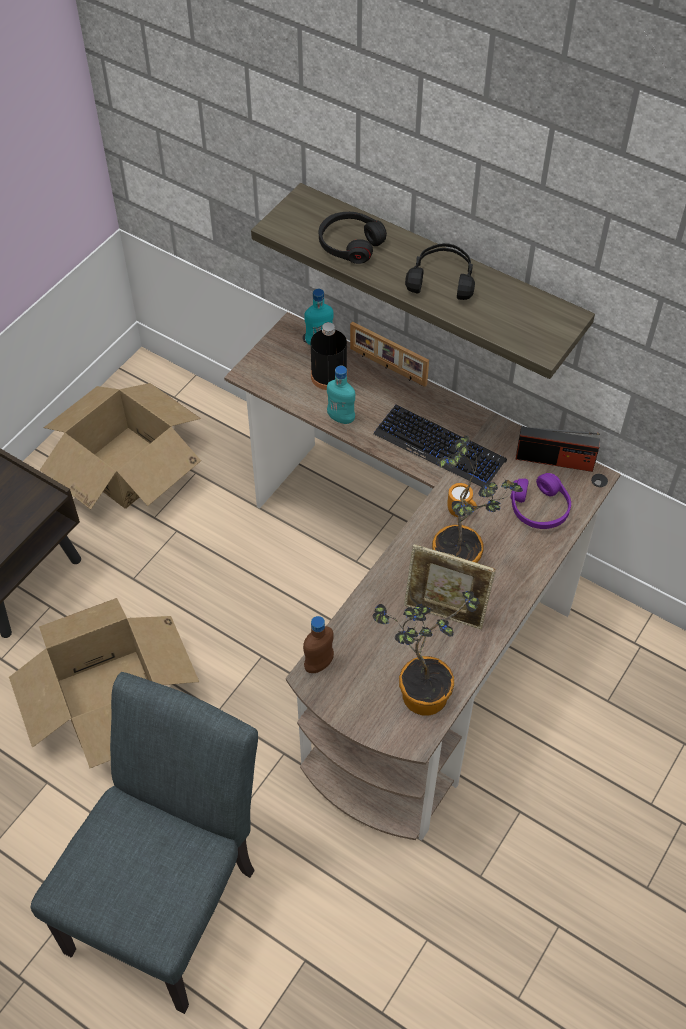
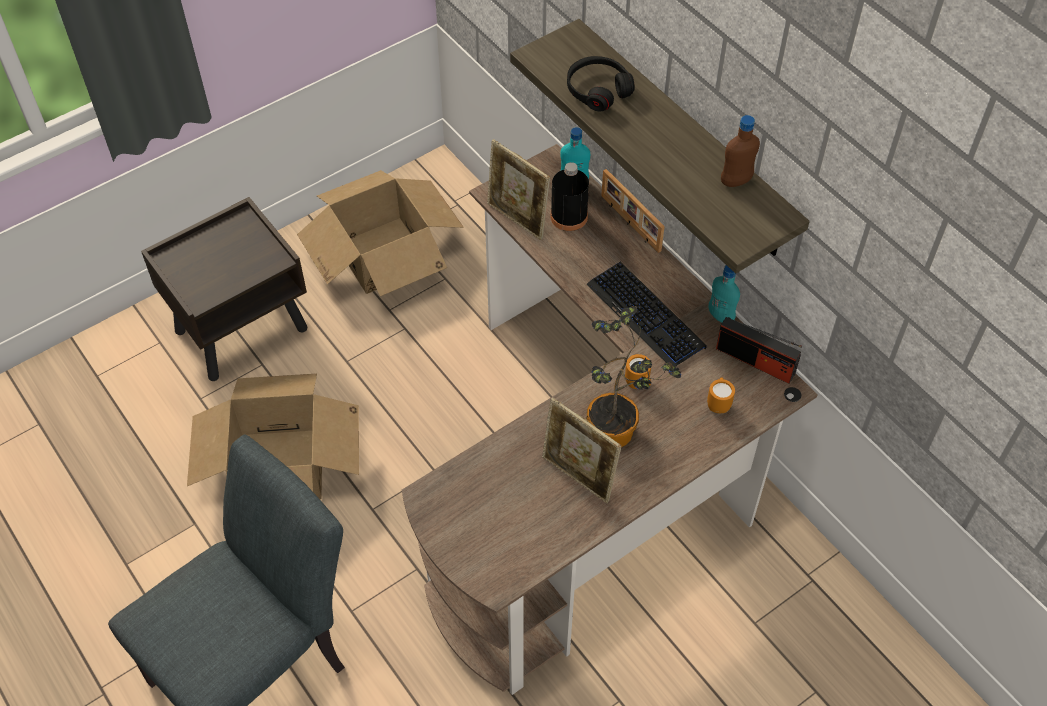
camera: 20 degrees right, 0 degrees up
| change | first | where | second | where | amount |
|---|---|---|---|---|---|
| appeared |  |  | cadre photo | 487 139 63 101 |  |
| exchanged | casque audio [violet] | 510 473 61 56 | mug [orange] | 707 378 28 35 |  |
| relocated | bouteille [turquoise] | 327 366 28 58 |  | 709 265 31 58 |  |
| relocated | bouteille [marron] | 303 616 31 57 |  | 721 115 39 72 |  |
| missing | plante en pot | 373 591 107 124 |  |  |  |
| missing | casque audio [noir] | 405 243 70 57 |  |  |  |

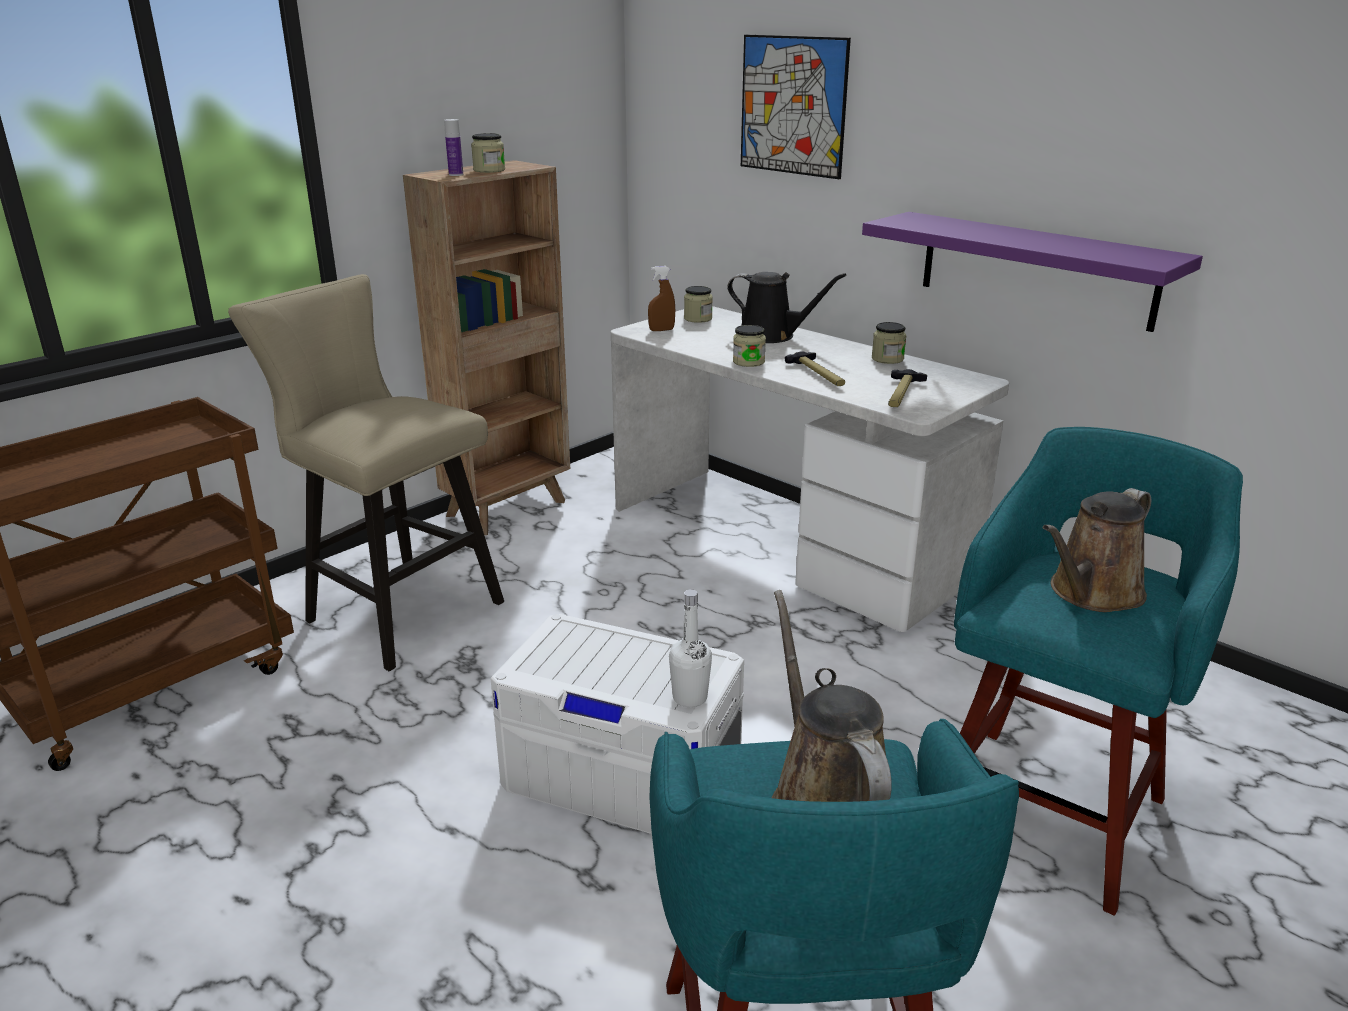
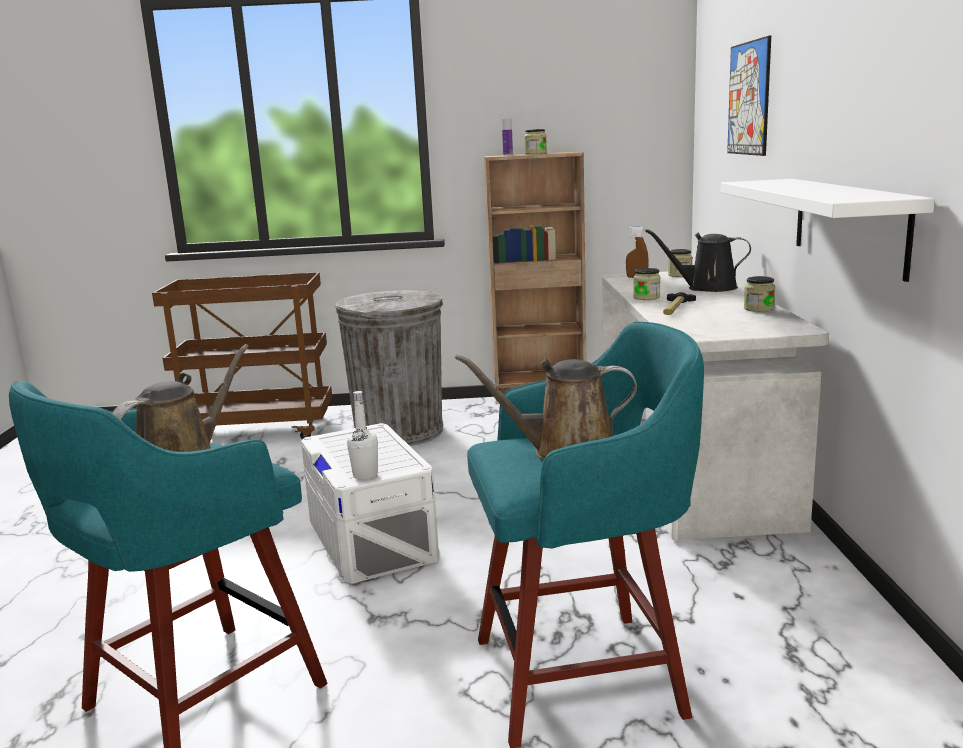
camera: 45 degrees right, 10 degrees down
| change | first | where | second | where | amount |
|---|---|---|---|---|---|
| exchanged | tabouret [beige] | 228 274 276 397 | poubelle [gris] | 335 290 108 156 |  |
| spun | arrosoir [noir] | 727 272 119 71 |  | 645 229 106 63 | 120 degrees clockwise |
| colour | étagère [violet] | 862 212 341 120 | étagère [blanc] | 720 179 215 103 |  |
| missing | marteau | 888 369 39 38 |  |  |  |

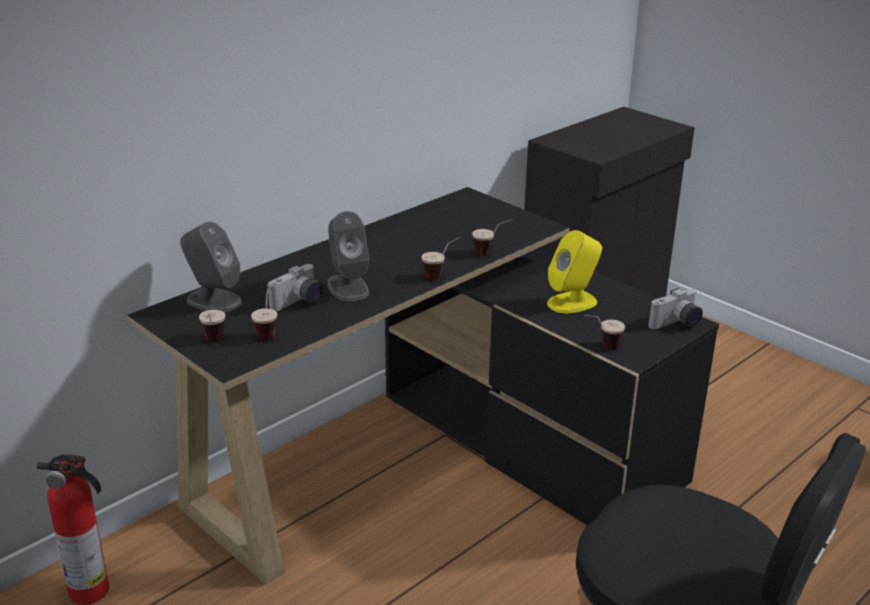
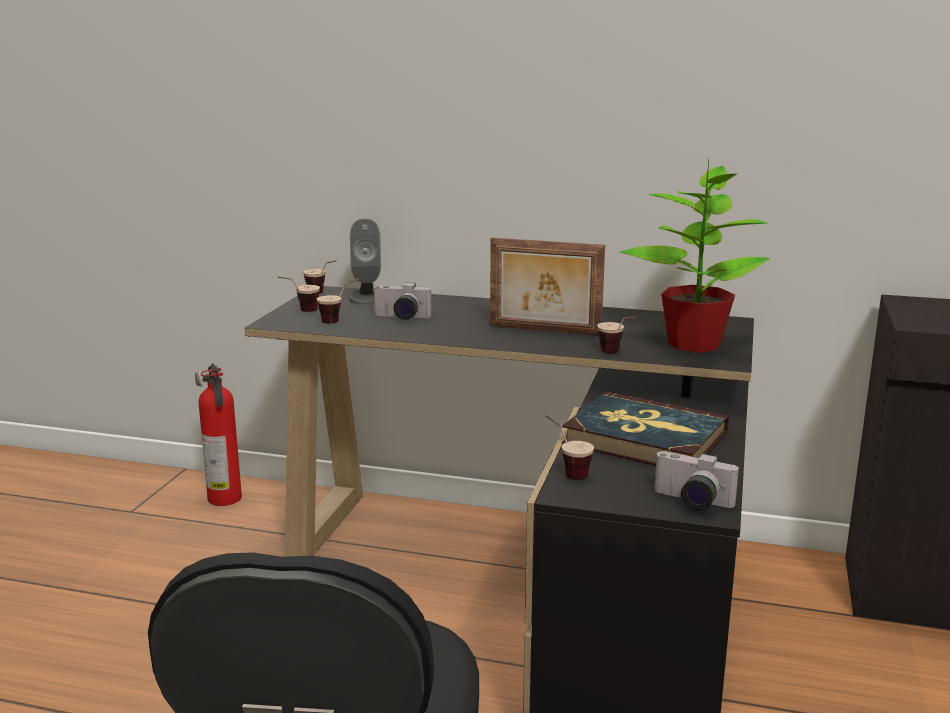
camera: 60 degrees right, 10 degrees down
| change | first | where | second | where | amount |
|---|---|---|---|---|---|
| relocated | tasse | 422 237 39 43 |  | 303 260 34 34 |  |
| appeared |  |  | cadre photo | 490 238 115 98 |  |
| exchanged | enceinte [jaune] | 547 230 55 84 | livre | 562 392 167 74 |  |
| appeared |  |  | plante en pot | 620 158 150 195 |  |
| missing | enceinte [gris] | 327 211 42 90 |  |  |  |

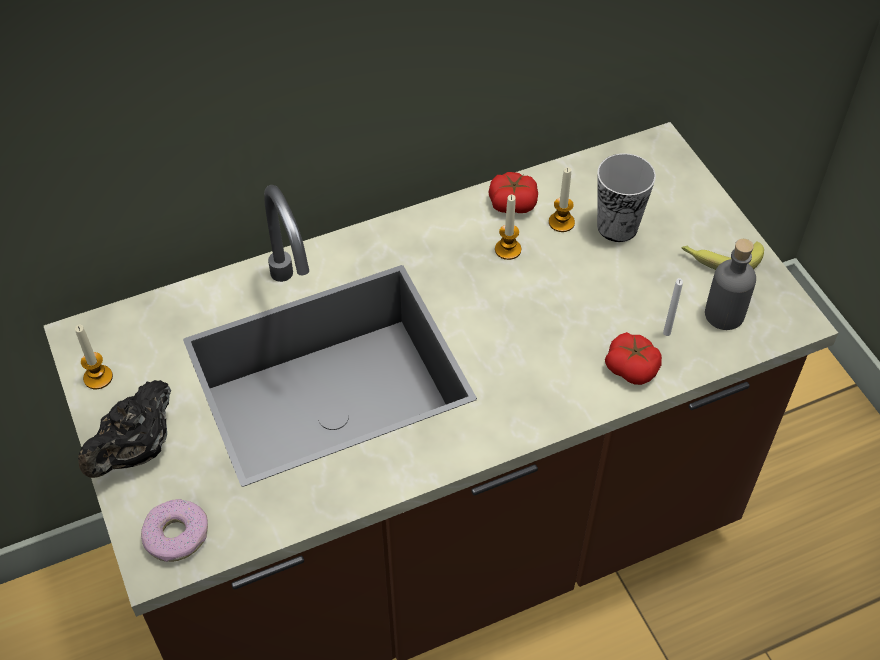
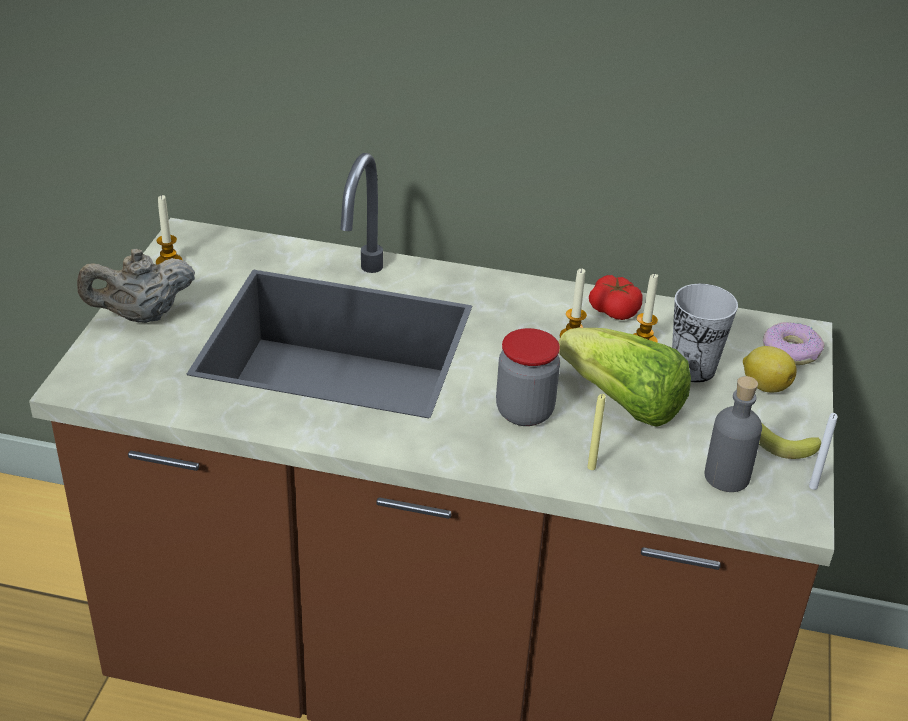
camera: 35 degrees right, 15 degrees down
| change | first | where | second | where | amount |
|---|---|---|---|---|---|
| colour | théière [noir] | 78 380 93 98 | théière [beige] | 77 249 118 74 |  |
| appeared |  |  | bocal | 496 328 64 98 |  |
| appeared |  |  | laitue | 558 328 133 99 |  |
| exchanged | tomate | 605 332 57 53 | bougie [jaune] | 587 394 19 76 |  |
| appeared |  |  | citron | 743 346 54 46 |  |
| relocated | beignet | 141 499 67 63 |  | 763 322 61 43 |  |
| relocated | bougie [blanc] | 663 278 20 58 |  | 809 413 29 77 |  |

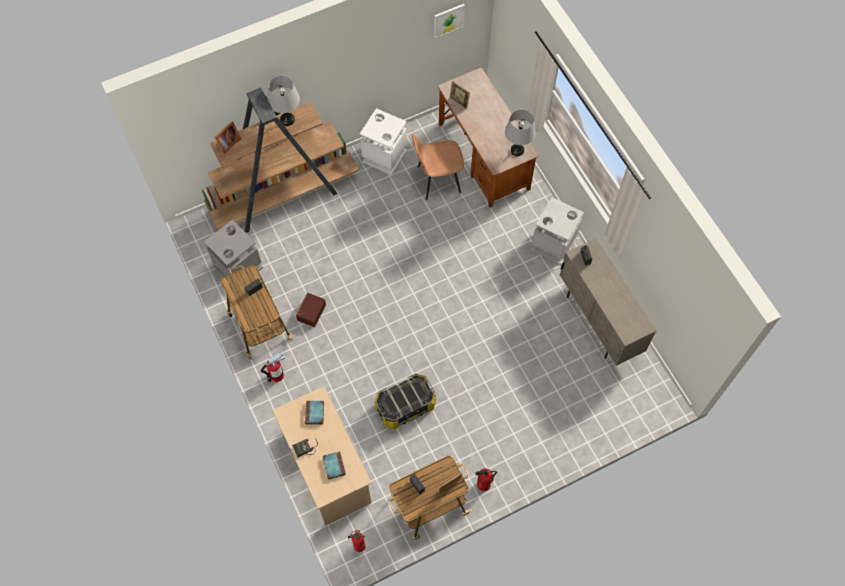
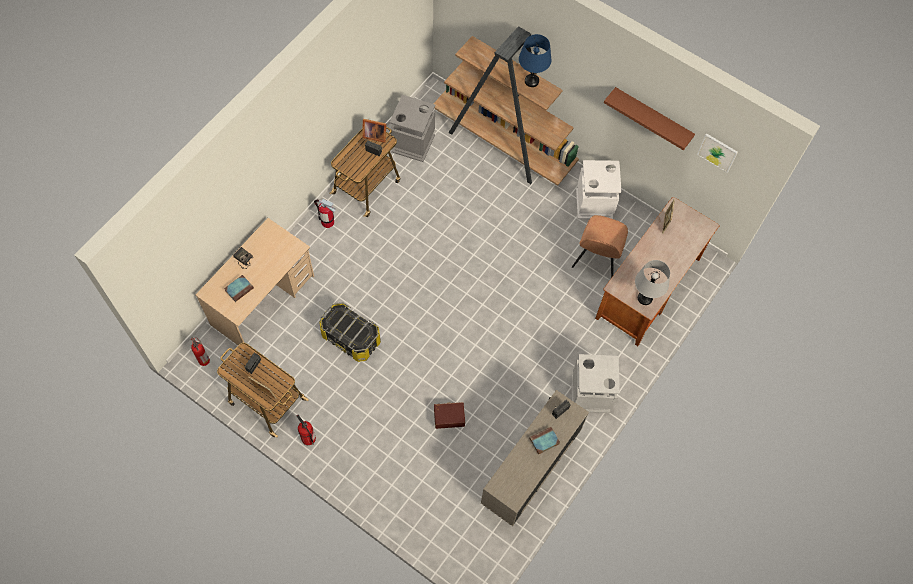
camera: 60 degrees right, 0 degrees up
| change | first | where | second | where | amount |
|---|---|---|---|---|---|
| relocated | cadre photo | 215 121 26 33 |  | 362 119 24 24 |  |
| relocated | boîte de rangement [marron] | 296 293 30 34 |  | 434 402 31 27 |  |
| colour | lampe de table [gris] | 268 76 32 50 | lampe de table [bleu] | 519 34 32 53 |  |
| relocated | livre | 305 401 19 24 |  | 529 427 31 28 |  |
| spun | chaise [marron] | 412 134 52 66 |  | 572 215 56 63 | 120 degrees counterclockwise |
| appeared |  |  | étagère [marron] | 604 87 91 63 |  |

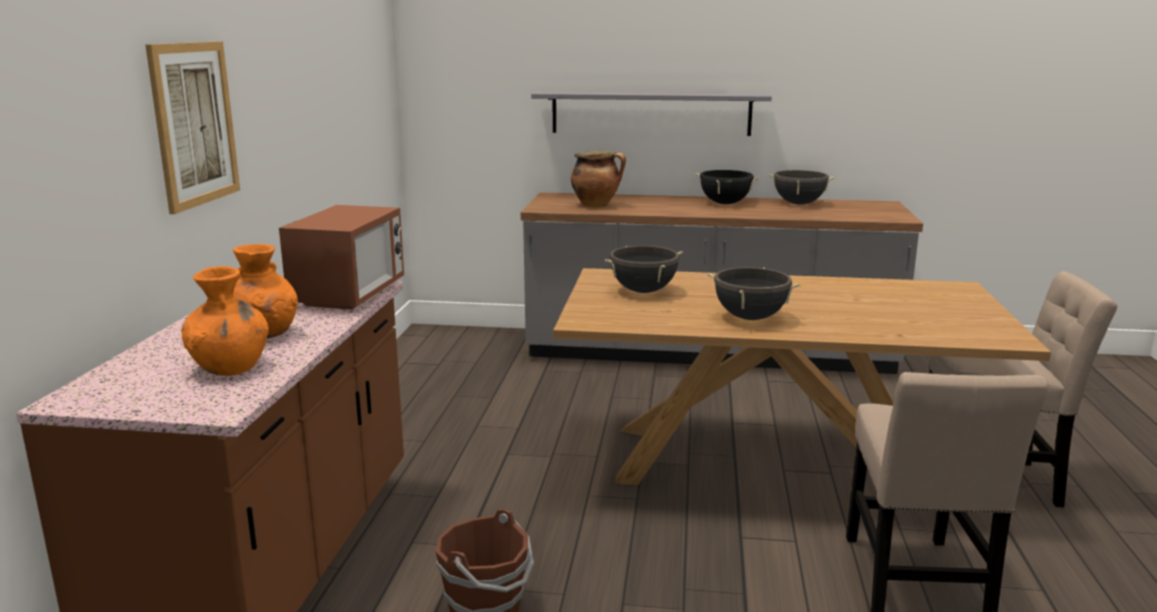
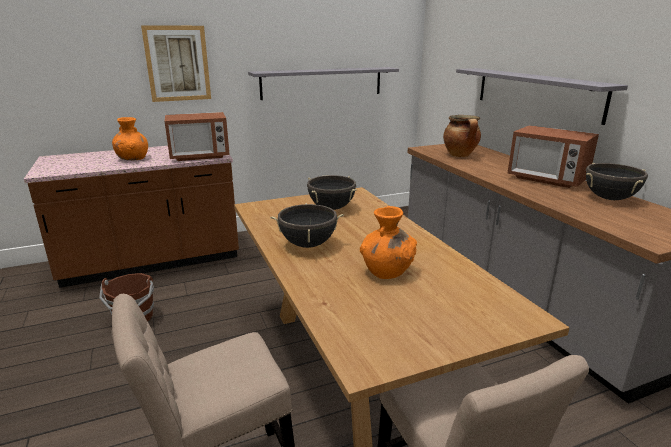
camera: 60 degrees right, 5 degrees up
| change | first | where | second | where | amount |
|---|---|---|---|---|---|
| appeared |  |  | étagère [gris] | 248 67 151 33 |  |
| relocated | vase [orange] | 181 266 88 110 |  | 360 206 57 73 |  |
| exchanged | marmite [noir] | 695 170 64 34 | micro-ondes | 507 125 92 63 |  |

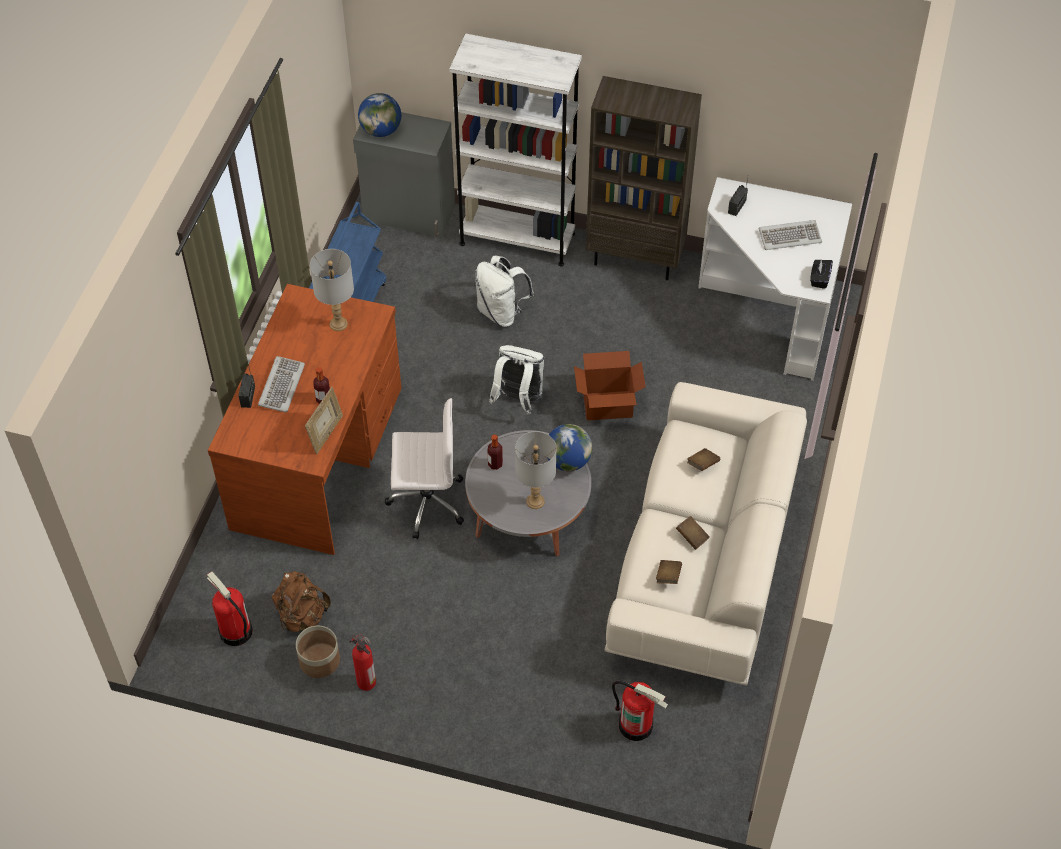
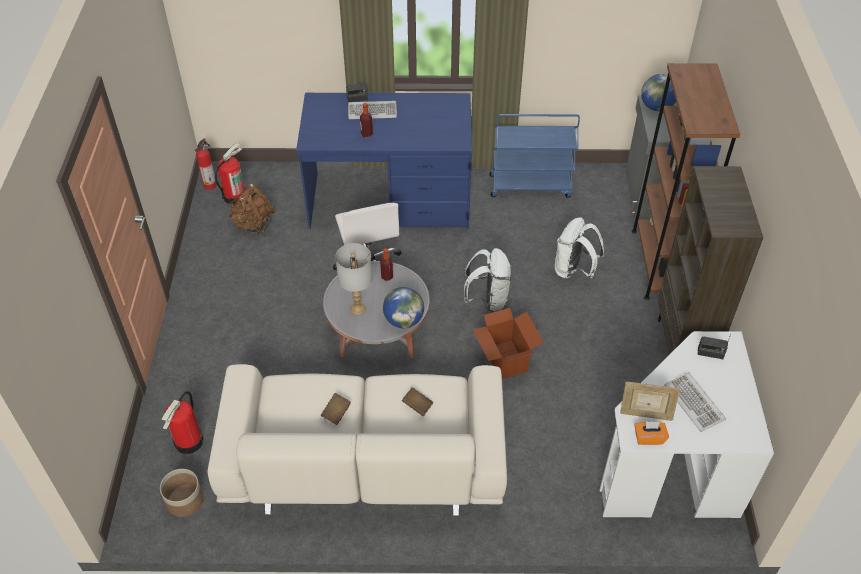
camera: 75 degrees right, 5 degrees down
| change | first | where | second | where | amount |
|---|---|---|---|---|---|
| relocated | cache-pot | 296 626 44 52 |  | 160 469 44 48 |  |
| relocated | extincteur | 350 635 26 56 |  | 195 138 22 52 |  |
| colour | bureau [marron] | 208 284 193 271 | bureau [bleu] | 296 93 176 136 |  |
| relocated | cadre photo | 305 387 38 67 |  | 620 381 60 40 |  |
| colour | bibliothèque [blanc] | 449 33 133 234 | bibliothèque [marron] | 632 63 108 237 |  |
| colour | boîte à mouchoirs [noir] | 810 260 23 29 | boîte à mouchoirs [orange] | 634 421 35 24 |  |
| missing | lampe de table [gris] | 310 249 44 82 |  |  |  |
| missing | livre [marron] | 656 560 26 24 |  |  |  |

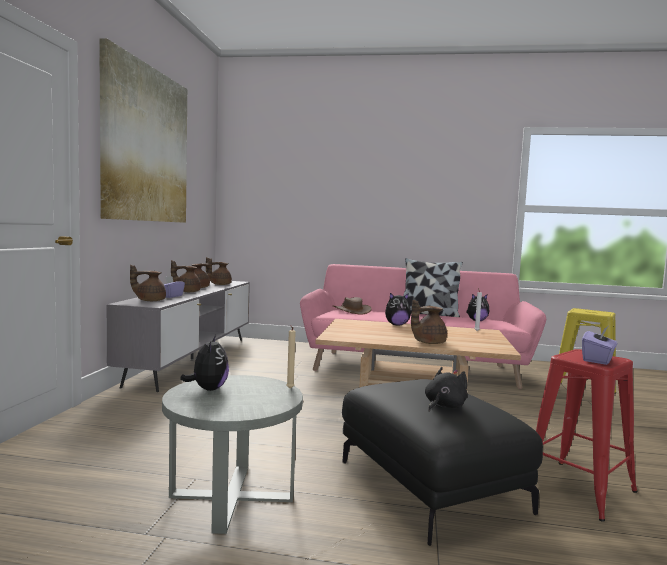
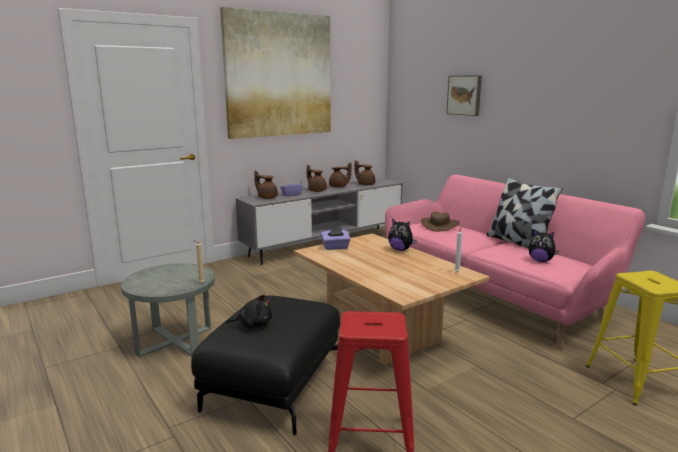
camera: 45 degrees right, 10 degrees up
| change | first | where | second | where | amount |
|---|---|---|---|---|---|
| relocated | boîte à mouchoirs [violet] | 582 327 36 38 |  | 321 228 30 22 |  |
| appeared |  |  | tableau | 446 75 36 41 |  |
| missing | peluche | 180 335 49 56 |  |  |  |
| missing | théière [marron] | 411 300 36 44 |  |  |  |

